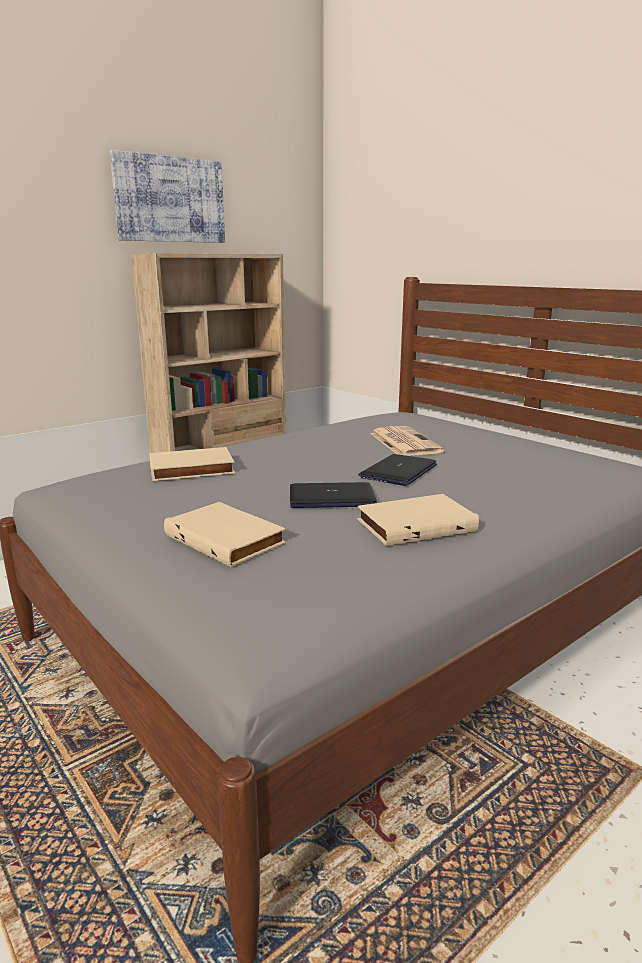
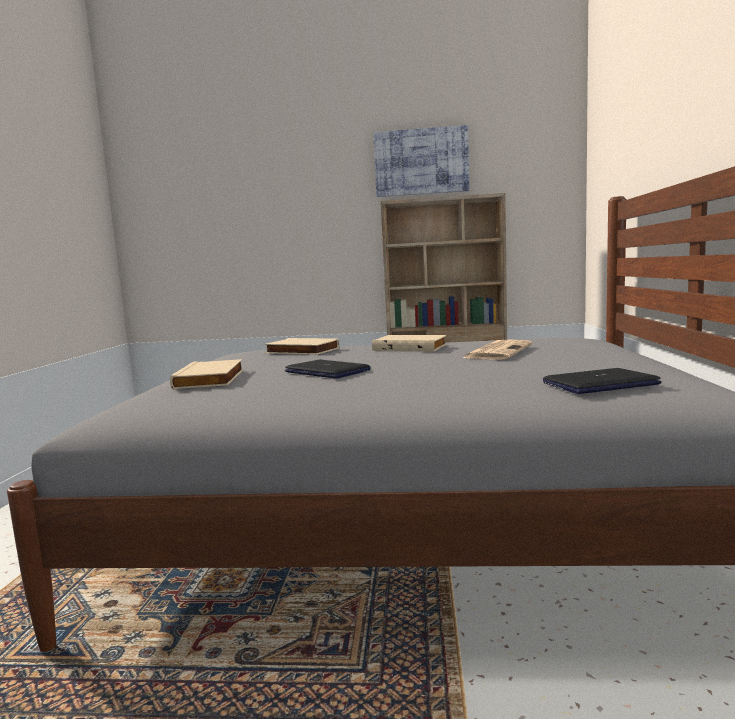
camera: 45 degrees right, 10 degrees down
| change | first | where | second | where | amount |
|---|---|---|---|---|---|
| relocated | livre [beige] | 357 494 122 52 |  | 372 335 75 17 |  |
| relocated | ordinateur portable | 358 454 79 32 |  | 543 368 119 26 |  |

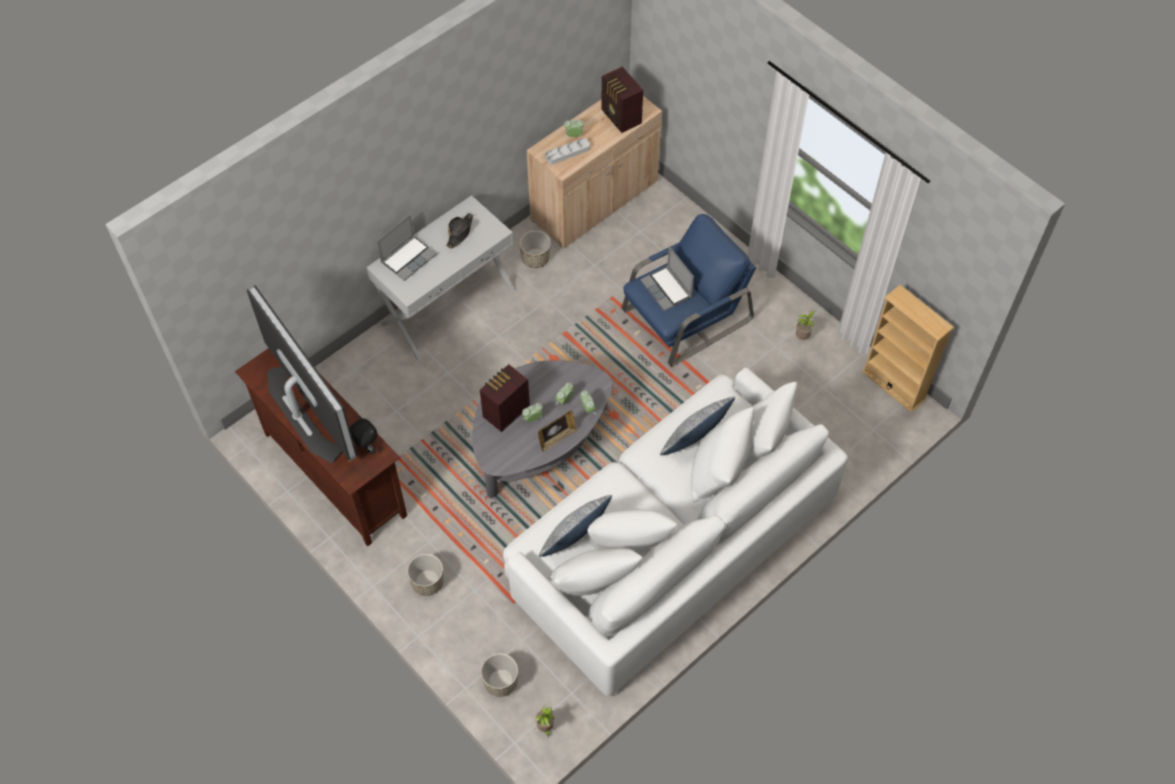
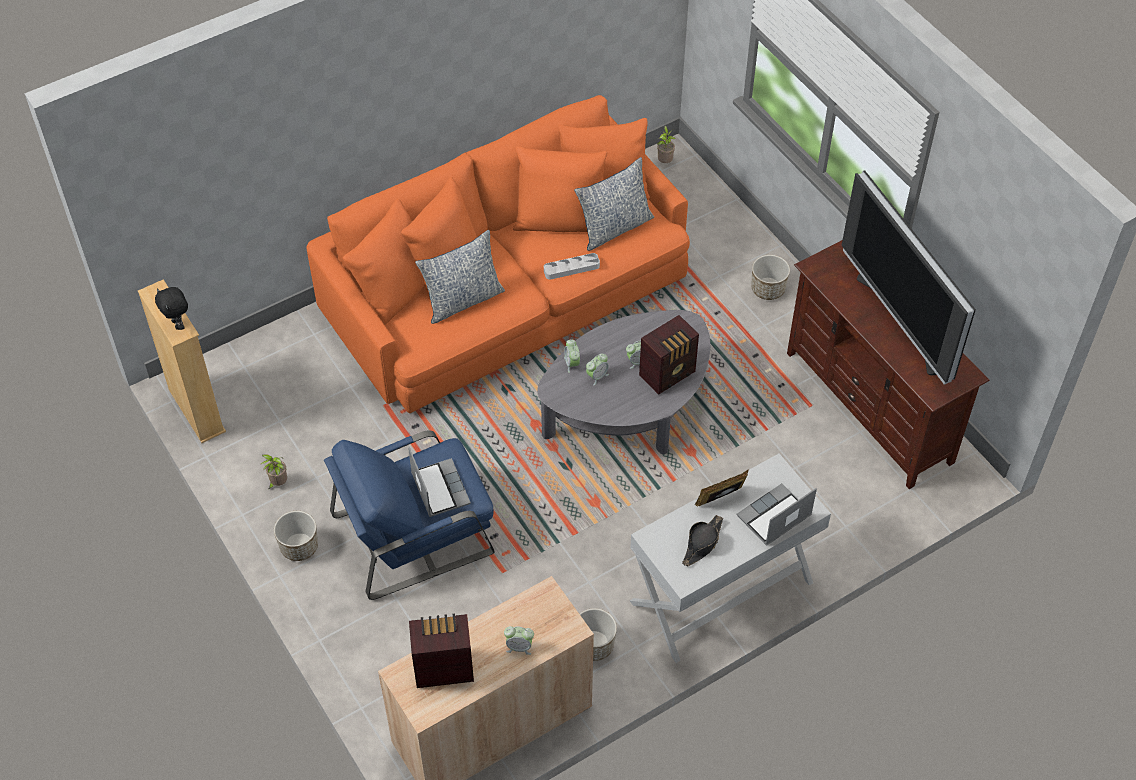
camera: 170 degrees left, 5 degrees down
| change | first | where | second | where | amount |
|---|---|---|---|---|---|
| relocated | peluche [noir] | 350 416 27 38 |  | 155 287 33 43 |  |
| relocated | cache-pot | 481 653 37 44 |  | 274 511 44 50 |  |
| colour | canapé [blanc] | 503 367 345 329 | canapé [orange] | 307 95 383 318 |  |
| spun | radio | 601 67 42 66 |  | 409 614 65 74 | 75 degrees counterclockwise |
| relocated | plateau [gris] | 545 138 45 27 |  | 544 253 56 27 |  |
| relocated | cadre photo | 538 411 39 41 |  | 695 469 54 37 |  |

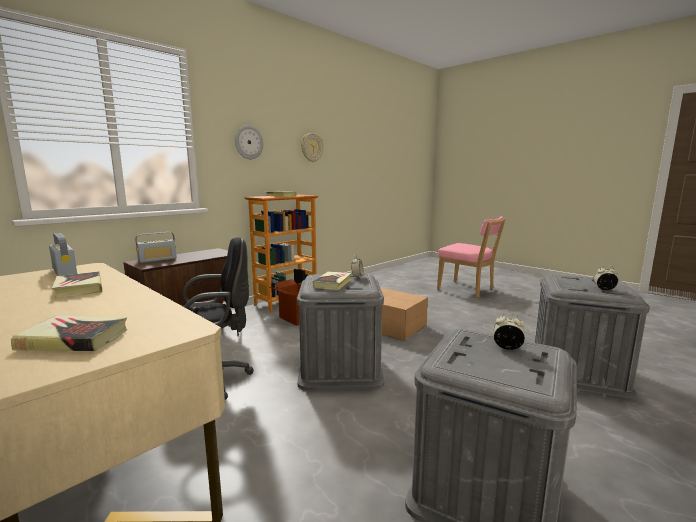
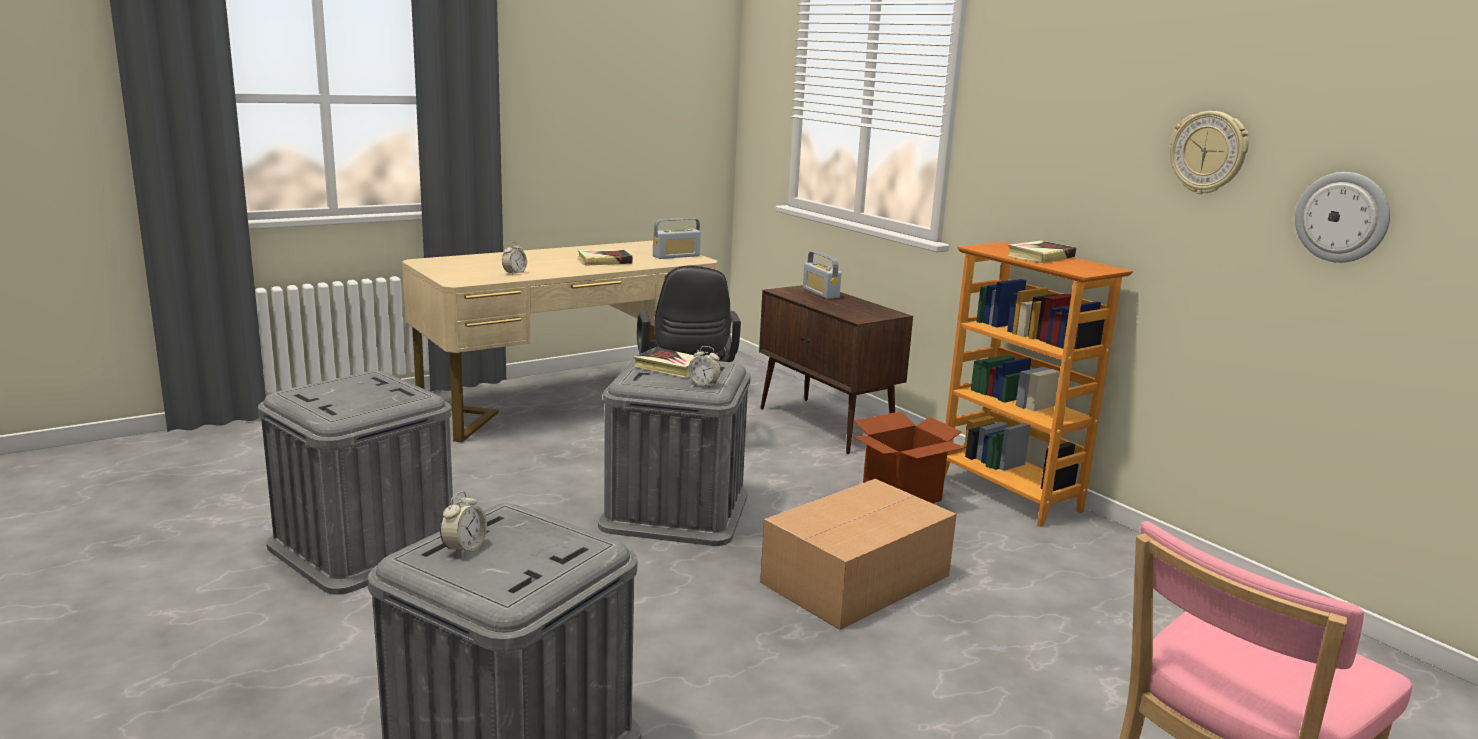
camera: 100 degrees right, 5 degrees up
| change | first | where | second | where | amount |
|---|---|---|---|---|---|
| relocated | réveil | 494 313 31 37 |  | 502 242 25 33 |  |
| relocated | horloge murale | 235 125 28 34 |  | 1295 172 95 91 |  |
| missing | livre | 11 315 116 36 |  |  |  |

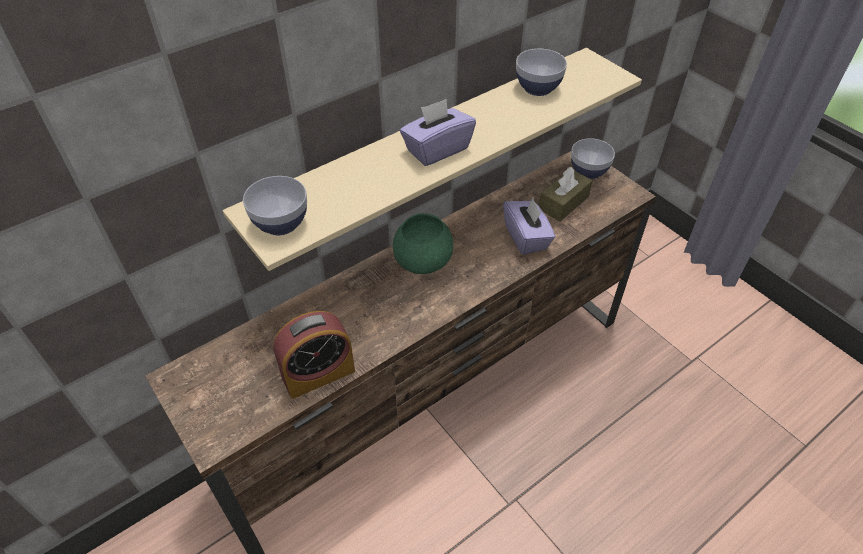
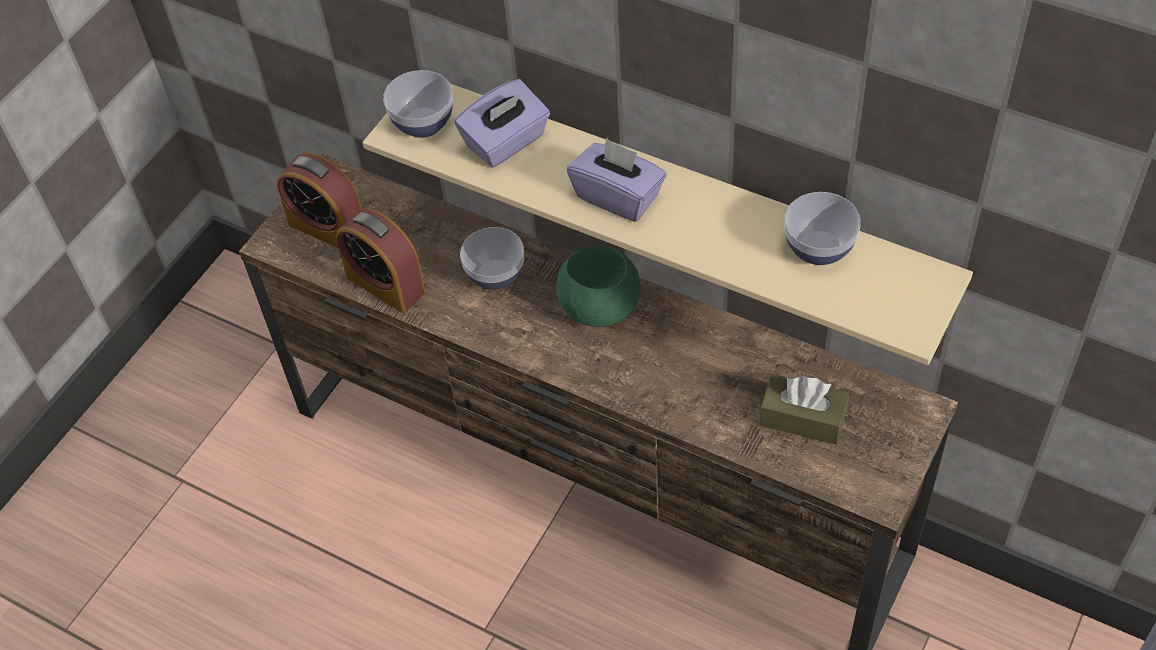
camera: 70 degrees right, 5 degrees up
| change | first | where | second | where | amount |
|---|---|---|---|---|---|
| appeared |  |  | réveil | 276 153 86 95 |  |
| relocated | boîte à mouchoirs [violet] | 503 198 52 57 |  | 455 79 95 88 |  |
| relocated | bol | 571 138 44 41 |  | 460 227 64 63 |  |

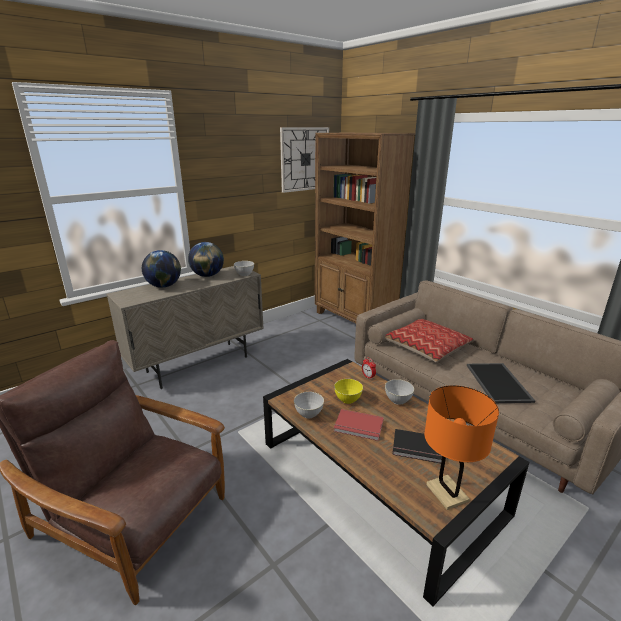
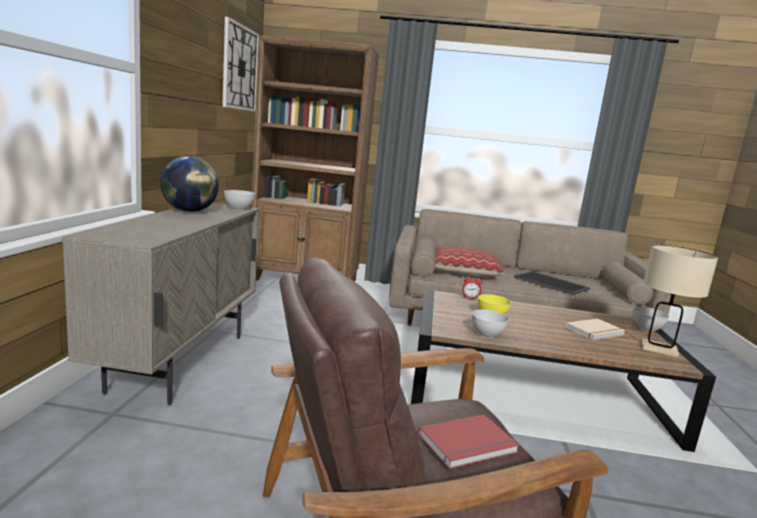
camera: 45 degrees left, 10 degrees down
| change | first | where | second | where | amount |
|---|---|---|---|---|---|
| relocated | livre [rouge] | 334 409 50 32 |  | 418 415 101 54 |  |
| colour | livre [noir] | 393 429 49 34 | livre [beige] | 565 319 61 21 |  |
| relocated | bol [gris] | 385 379 29 26 |  | 633 307 36 25 |  |
| colour | lampe de table [orange] | 424 385 75 125 | lampe de table [beige] | 642 245 76 113 |  |
| missing | globe | 142 250 39 38 |  |  |  |

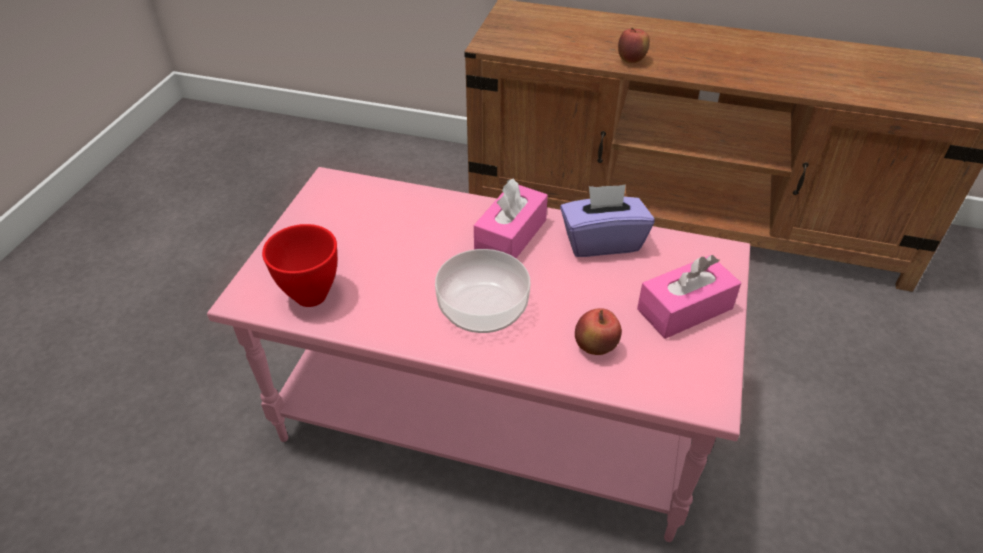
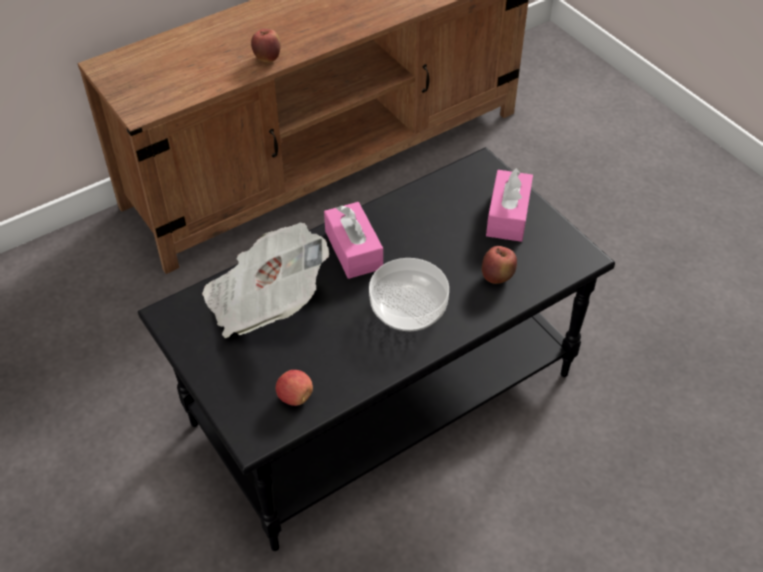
camera: 50 degrees left, 5 degrees up
| change | first | where | second | where | amount |
|---|---|---|---|---|---|
| colour | table basse [rose] | 207 167 543 375 | table basse [noir] | 138 147 477 404 |  |
| appeared |  |  | journal | 202 223 127 115 |  |
| exchanged | bol [rouge] | 262 224 75 83 | pomme | 276 370 37 36 |  |
| missing | boîte à mouchoirs [violet] | 560 184 95 73 |  |  |  |

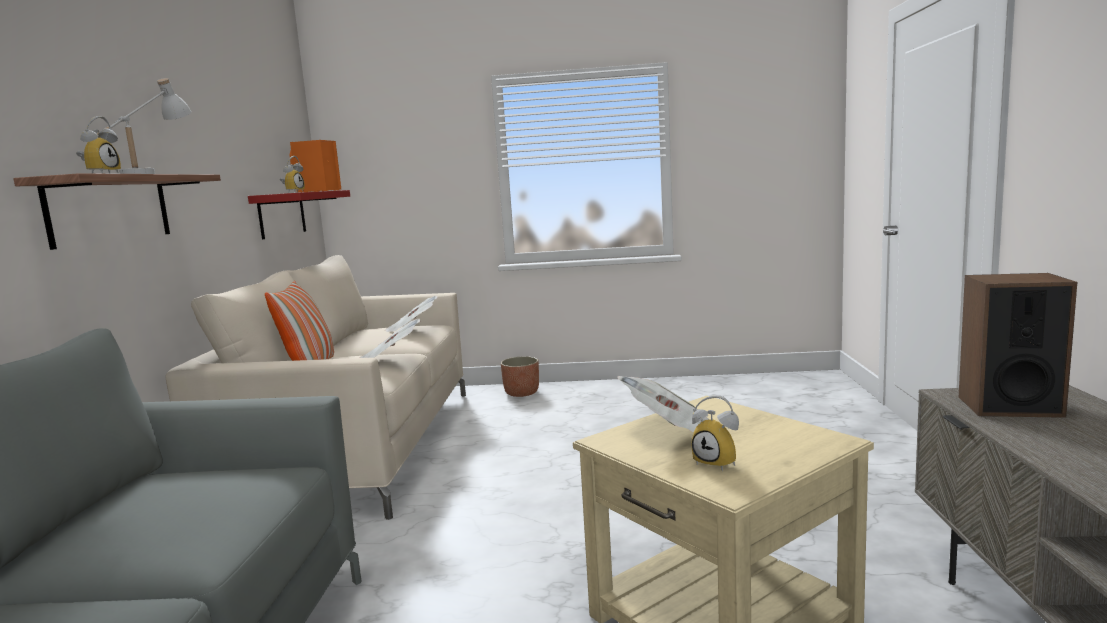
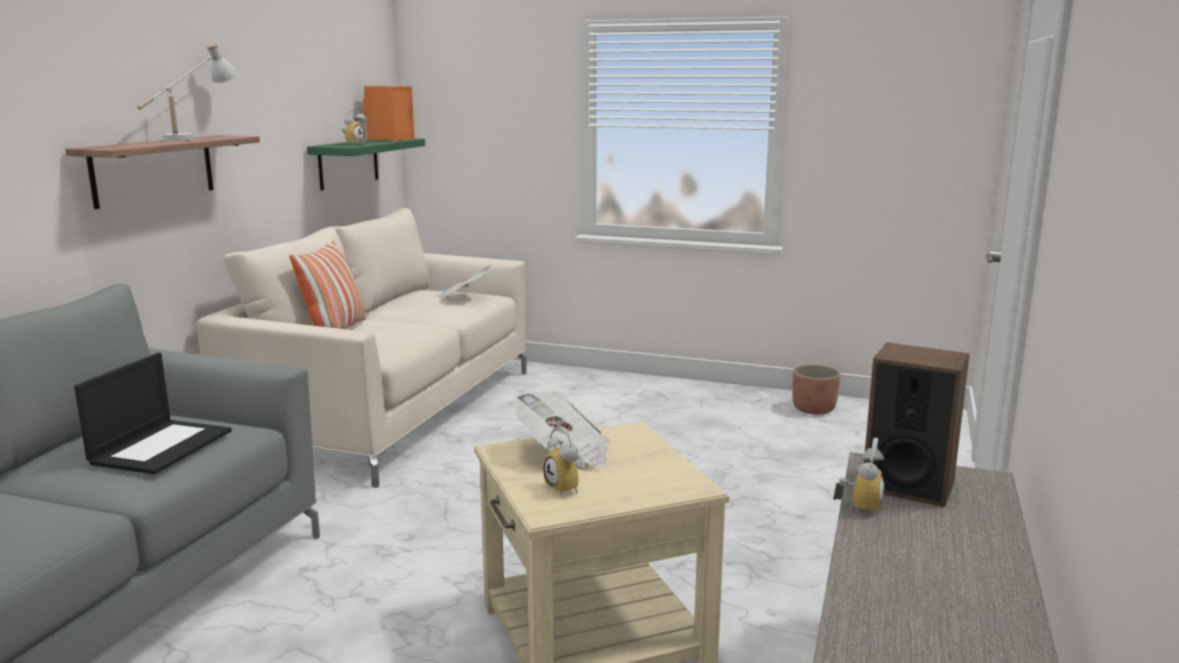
camera: 15 degrees right, 5 degrees up
| change | first | where | second | where | amount |
|---|---|---|---|---|---|
| appeared |  |  | ordinateur portable | 74 353 158 121 |  |
| colour | étagère [rouge] | 248 190 102 49 | étagère [vert] | 307 139 118 51 |  |
| relocated | cache-pot | 501 356 38 41 |  | 792 364 49 51 |  |
| relocated | réveil | 76 116 45 58 |  | 839 438 46 77 |  |
| missing | journal | 360 319 61 39 |  |  |  |

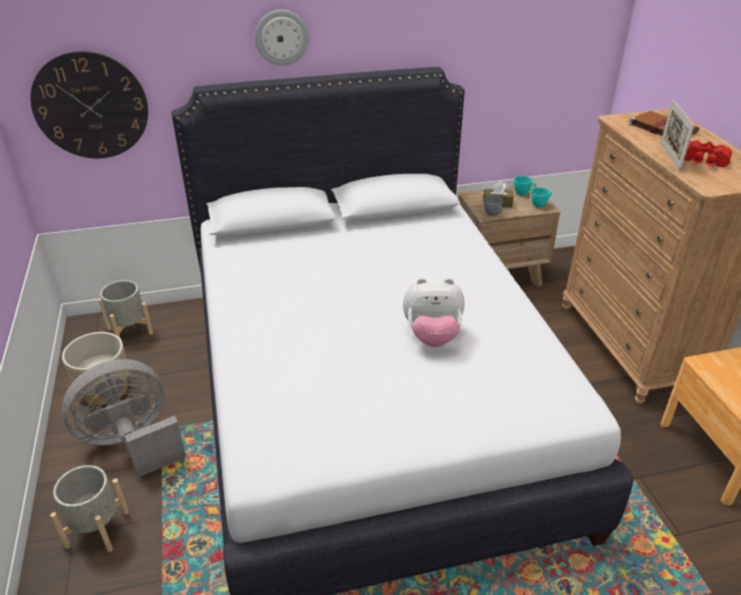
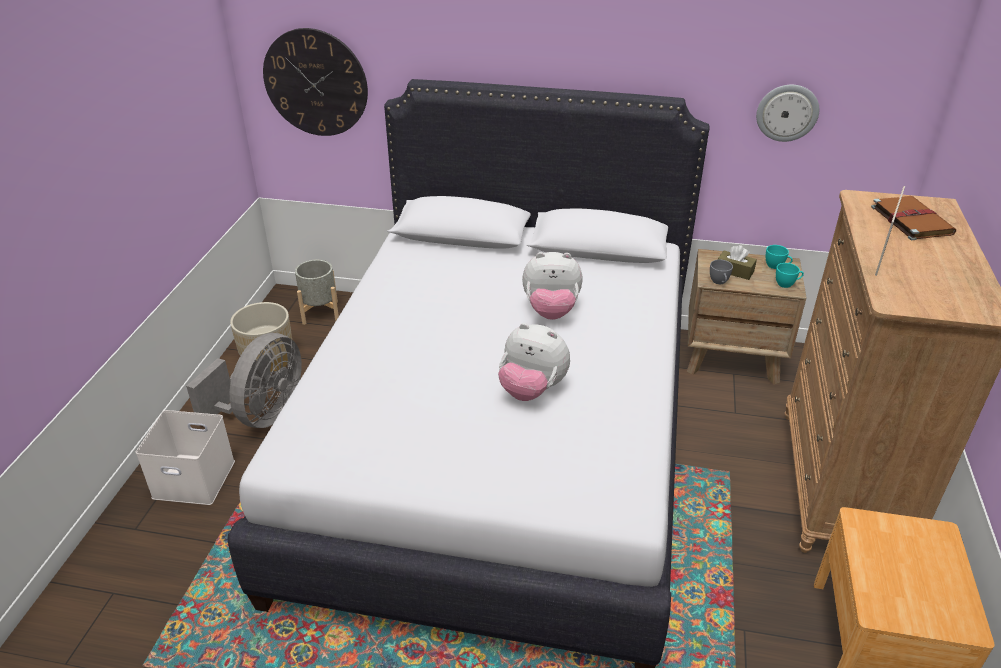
camera: 25 degrees right, 0 degrees up
| change | first | where | second | where | amount |
|---|---|---|---|---|---|
| exchanged | cache-pot [gris] | 50 465 79 87 | boîte de rangement [blanc] | 136 410 99 95 |  |
| spun | ventilateur [gris] | 62 359 124 119 |  | 186 333 116 95 | 120 degrees clockwise |
| appeared |  |  | peluche | 522 252 61 68 |  |
| relocated | horloge murale | 255 10 54 55 |  | 756 85 63 57 |  |
| missing | jumelles [rouge] | 684 140 48 27 |  |  |  |

